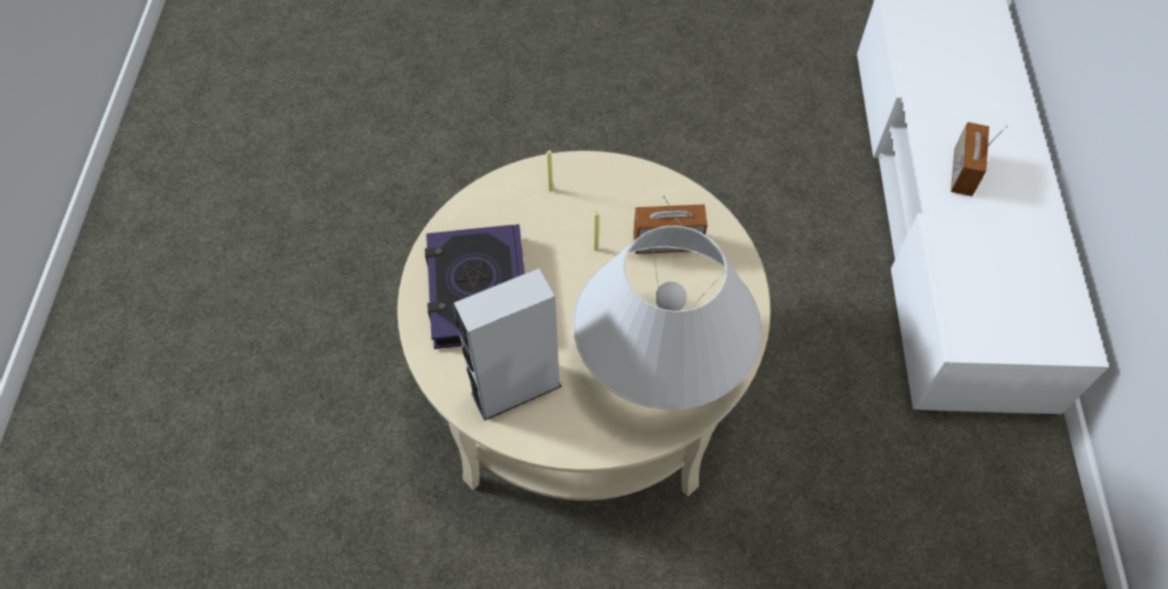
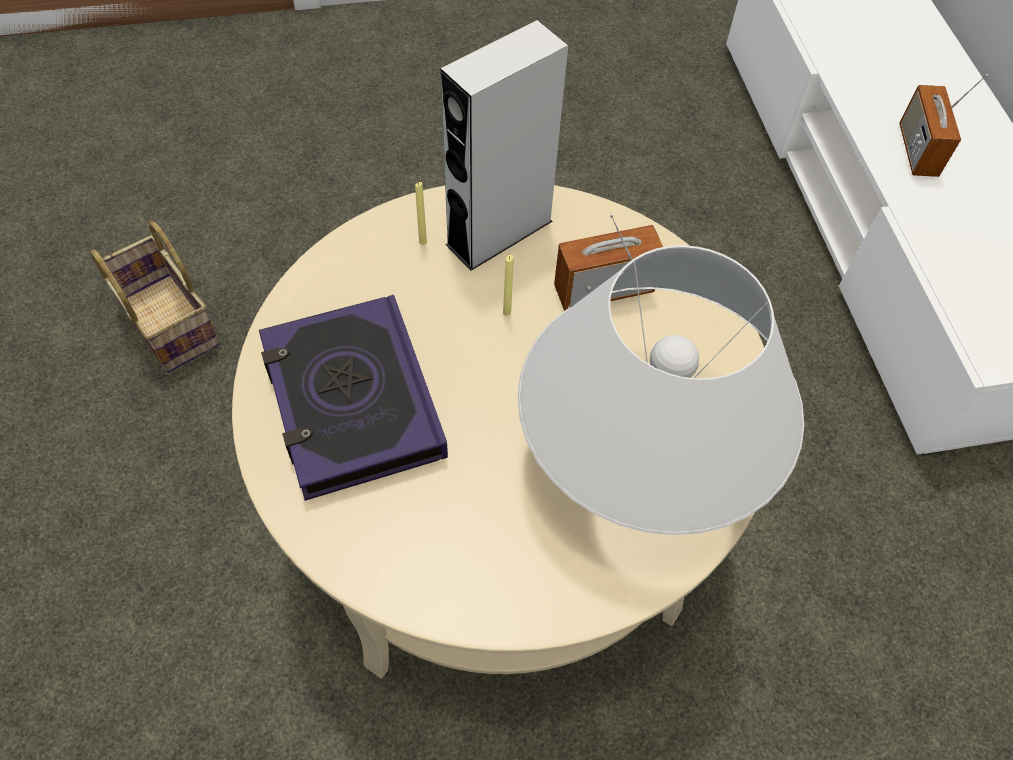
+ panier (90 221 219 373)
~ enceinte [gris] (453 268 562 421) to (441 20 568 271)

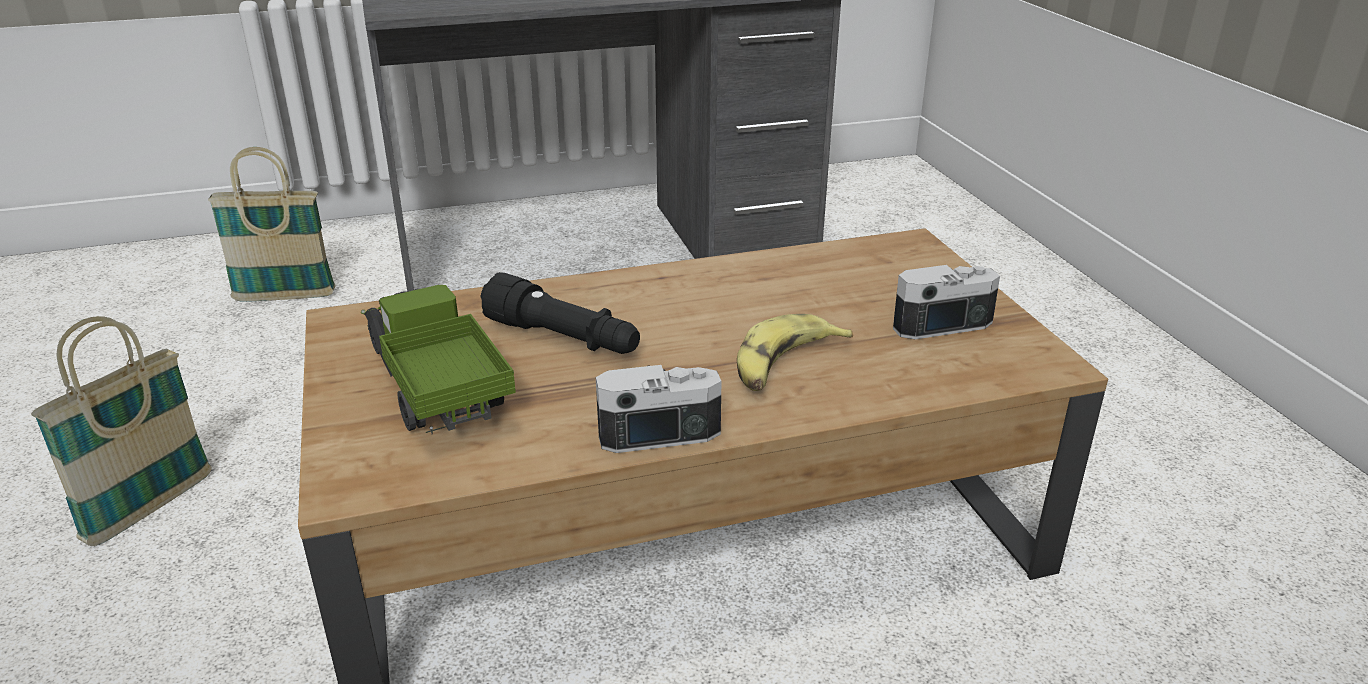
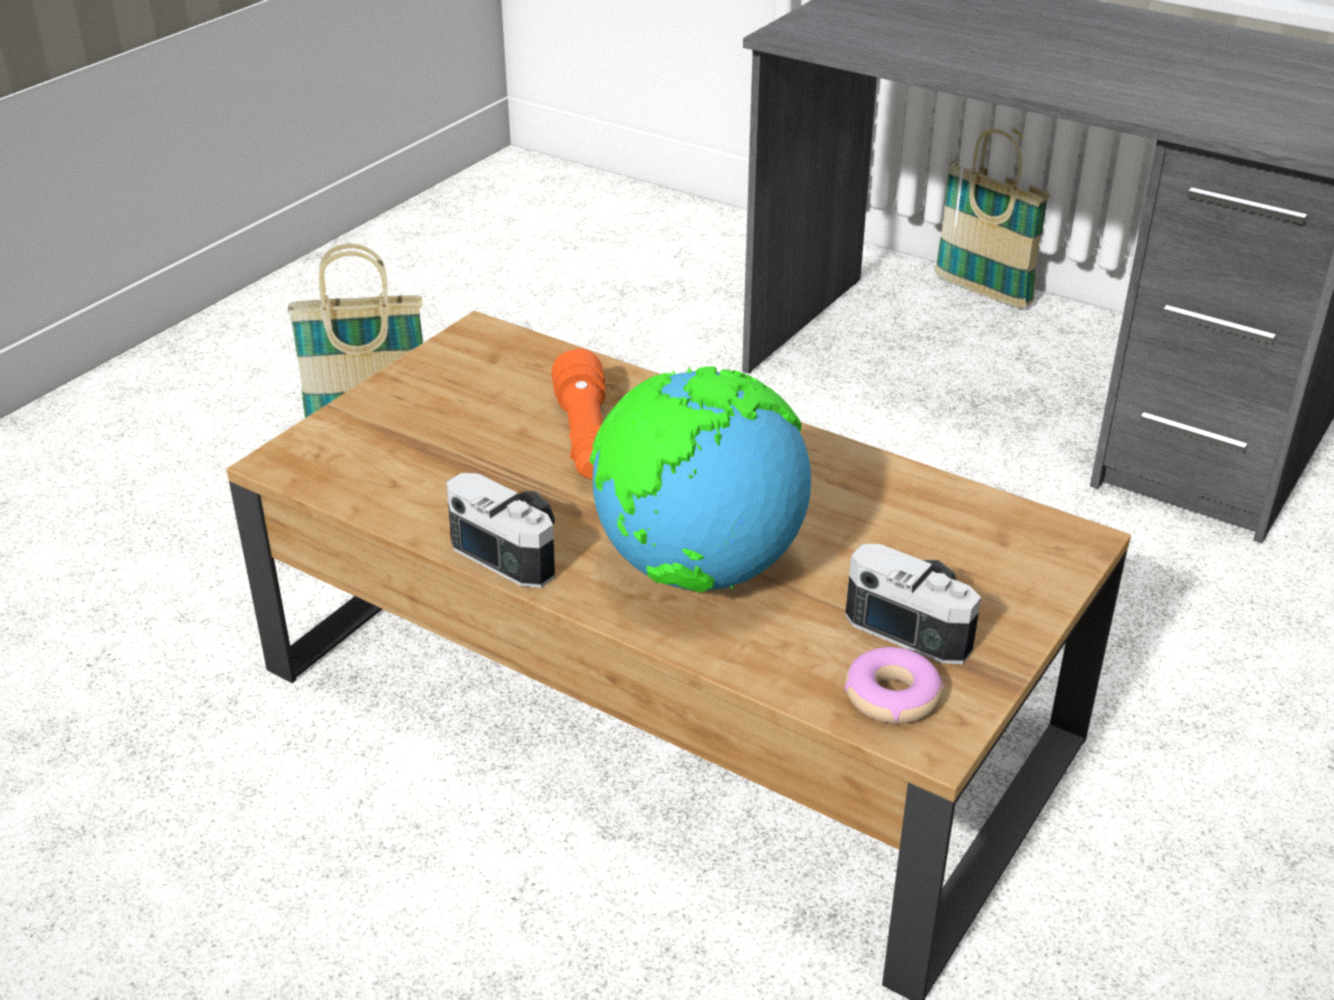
~ lampe de poche [noir] (480 272 640 354) to lampe de poche [orange] (551 348 605 479)
~ banane (737 314 853 391) to globe (590 366 811 593)
+ beignet (845 647 943 724)
~ panier (208 147 336 302) to (934 127 1051 308)
- camion jouet (361 285 516 434)

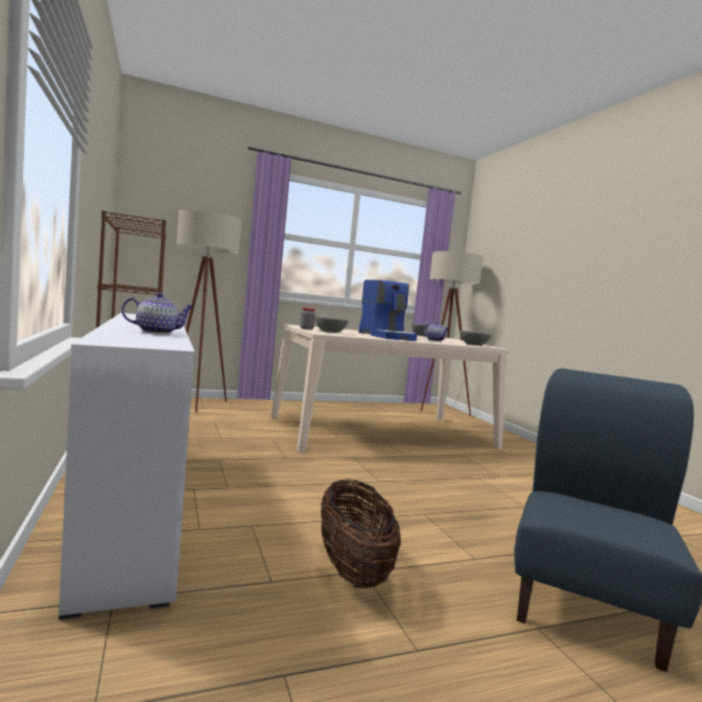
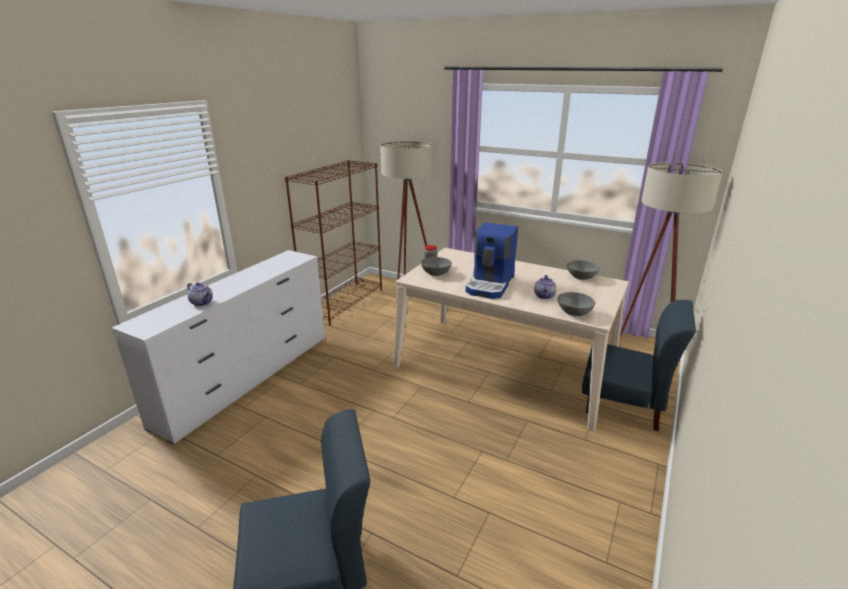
+ chaise [bleu] (582 300 696 431)
- panier (321 479 401 588)

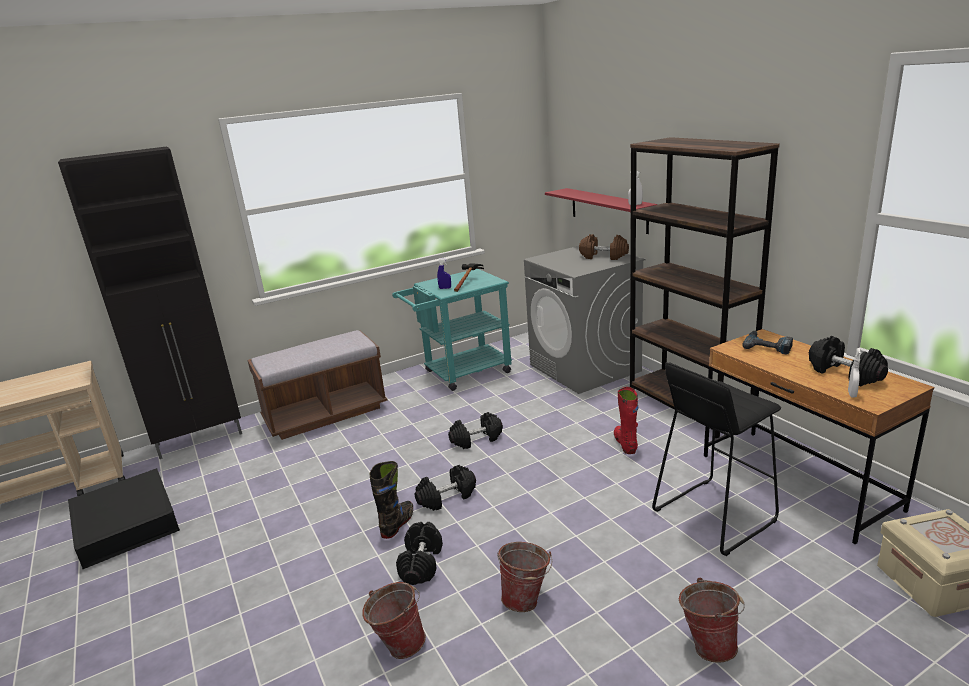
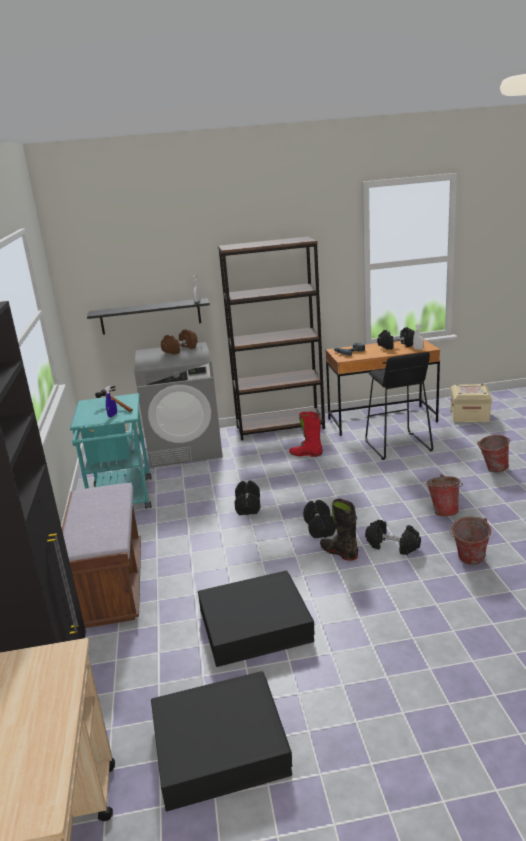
~ étagère [rouge] (545 188 658 234) to étagère [noir] (87 298 210 335)
+ boîte de rangement [noir] (198 571 314 667)

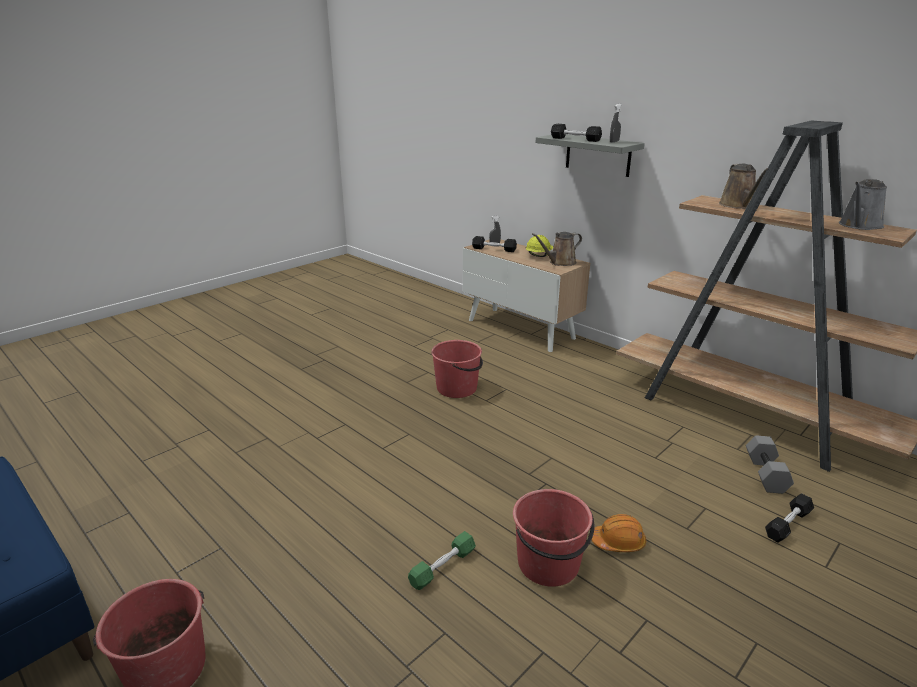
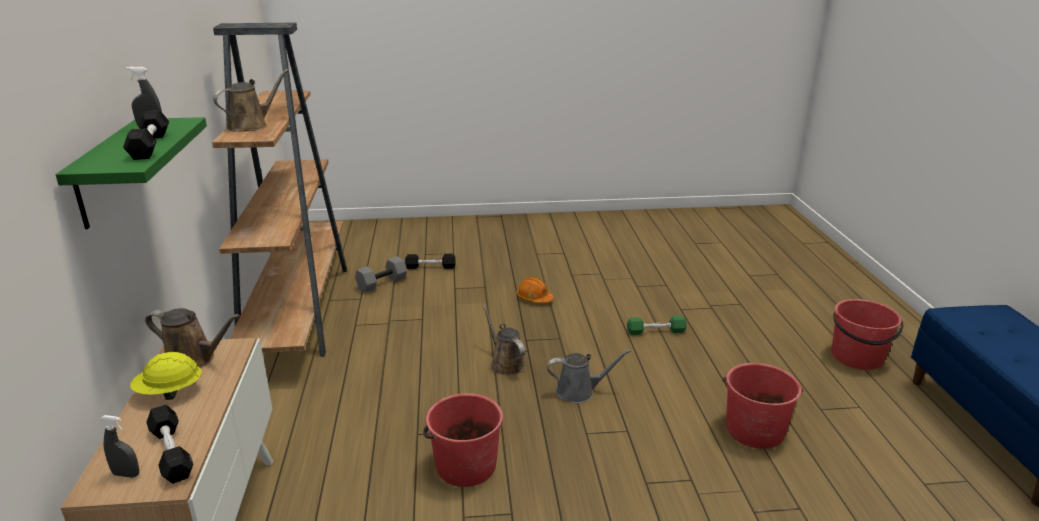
~ étagère [gris] (536 134 645 177) to étagère [vert] (56 117 207 229)
+ arrosoir [marron] (482 305 526 375)
~ arrosoir [gris] (839 179 887 230) to (547 350 631 403)
~ seau [rouge] (513 489 594 587) to (723 363 803 449)

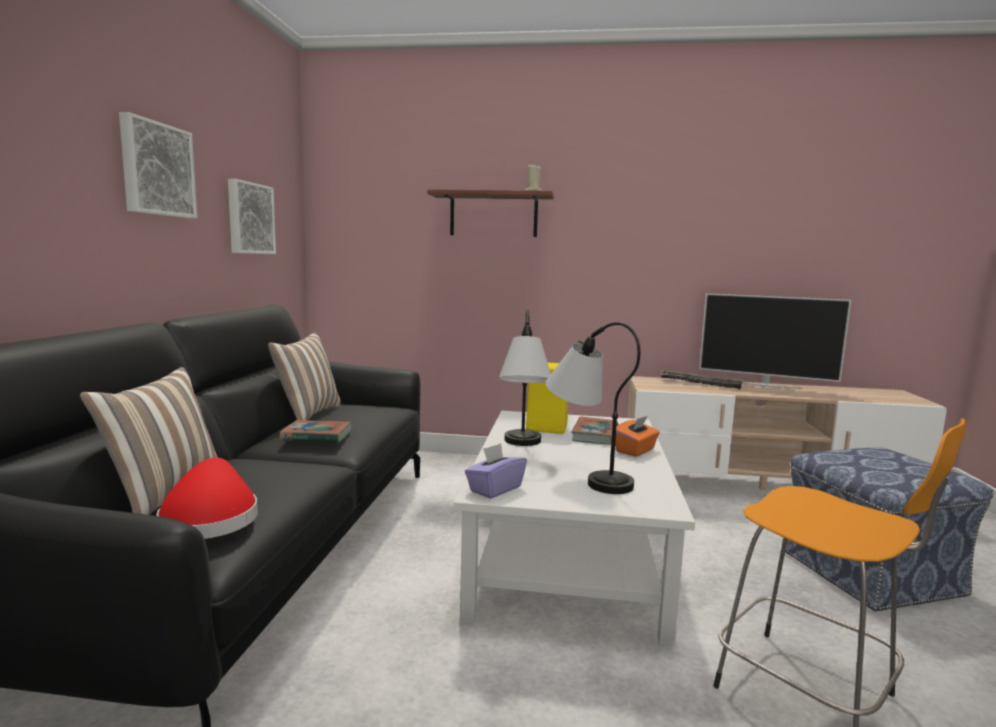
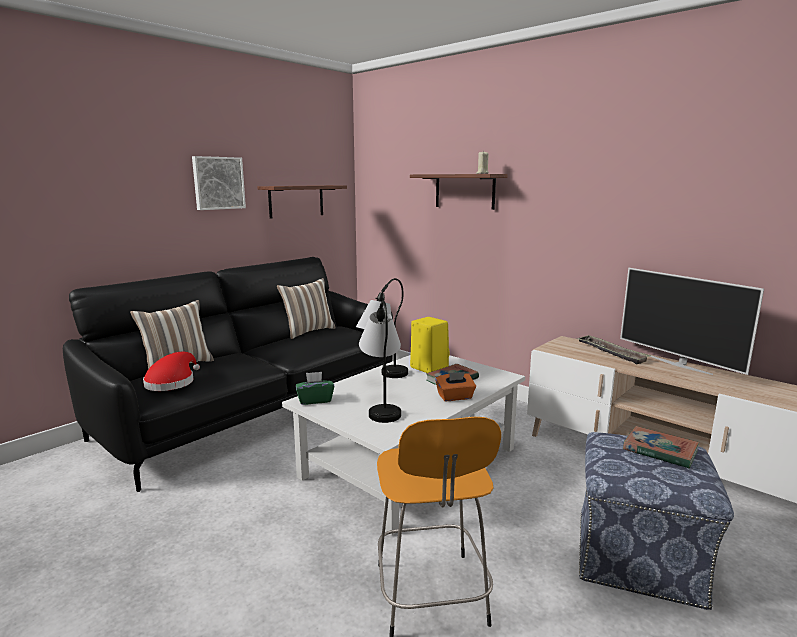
~ tableau (228 179 276 254) to étagère (257 185 347 219)
~ boîte à mouchoirs [violet] (465 443 527 499) to boîte à mouchoirs [vert] (296 372 334 405)
~ livre (280 420 352 443) to (623 426 699 469)

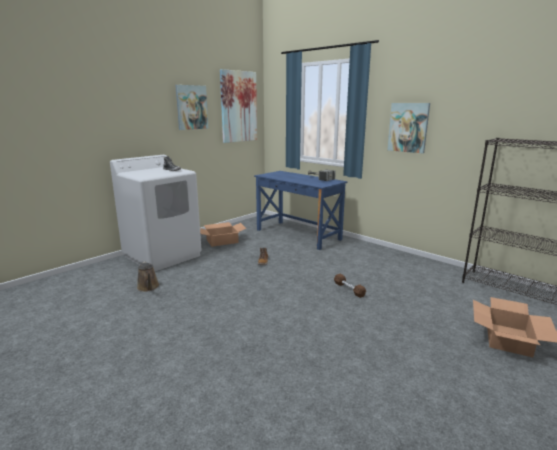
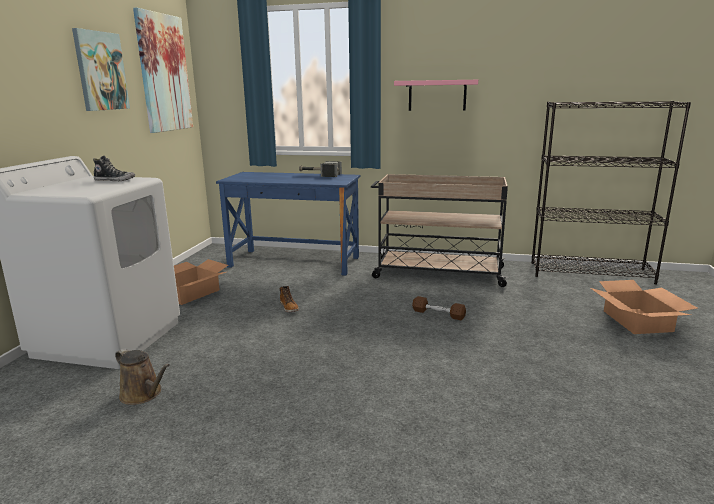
+ chariot [beige] (371 174 508 287)
~ tableau (387 103 430 153) to étagère [rose] (394 80 478 111)

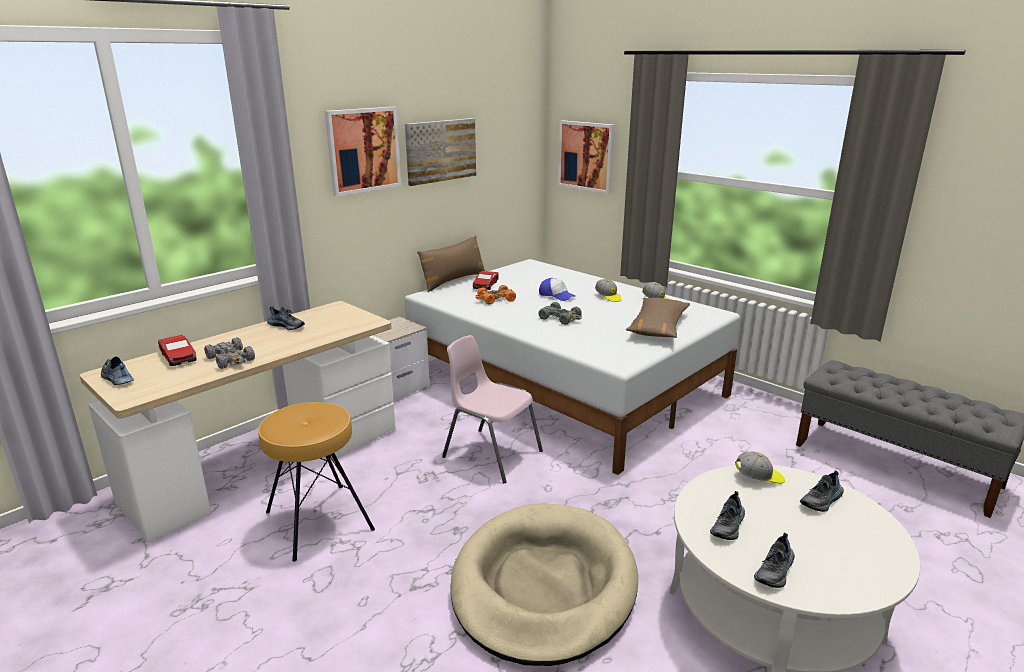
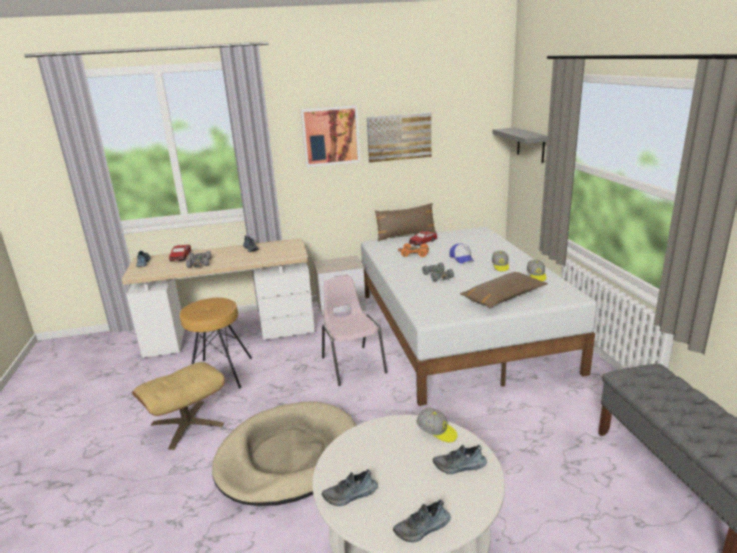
+ pouf [beige] (132 362 225 450)
~ chaussure (710 491 745 540) to (393 499 451 543)
~ tableau (558 120 615 194) to étagère [gris] (492 128 548 163)

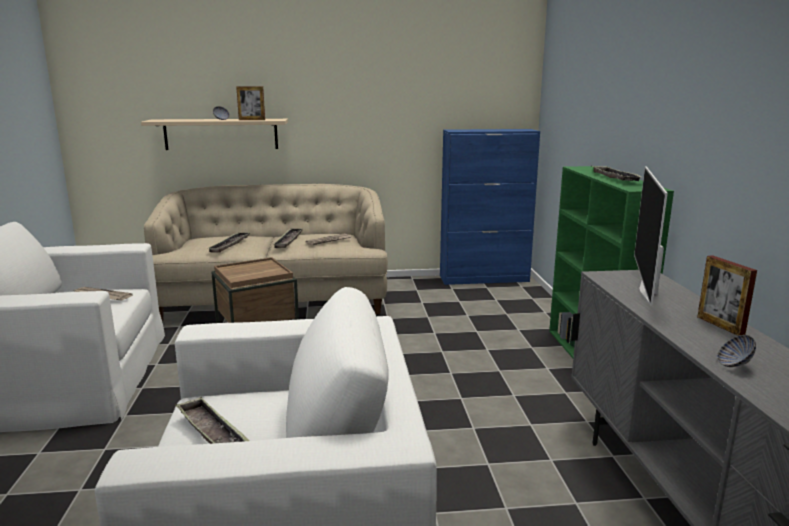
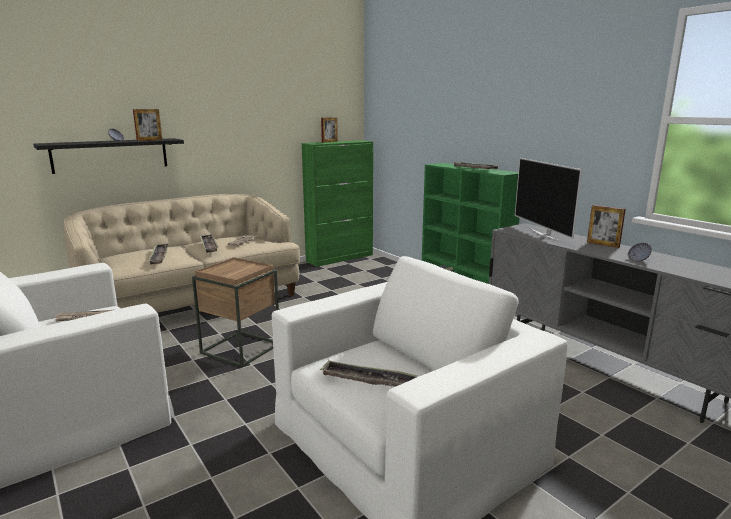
~ étagère [beige] (141 119 288 150) to étagère [noir] (33 138 184 174)
~ meuble de rangement [bleu] (440 129 540 285) to meuble de rangement [vert] (302 140 373 267)
+ cadre photo (321 117 338 143)

